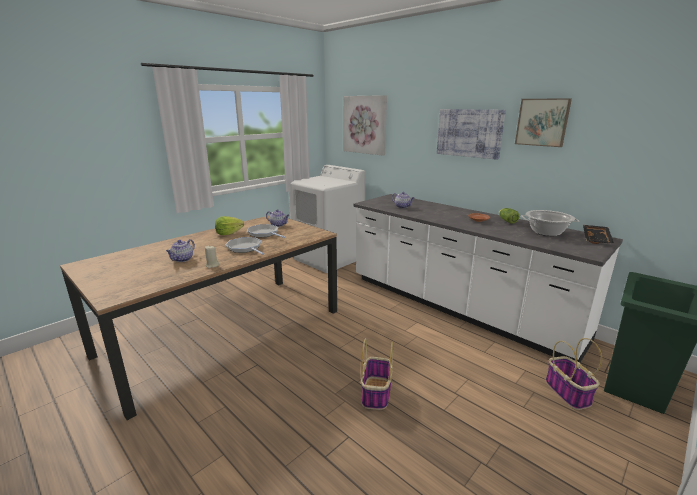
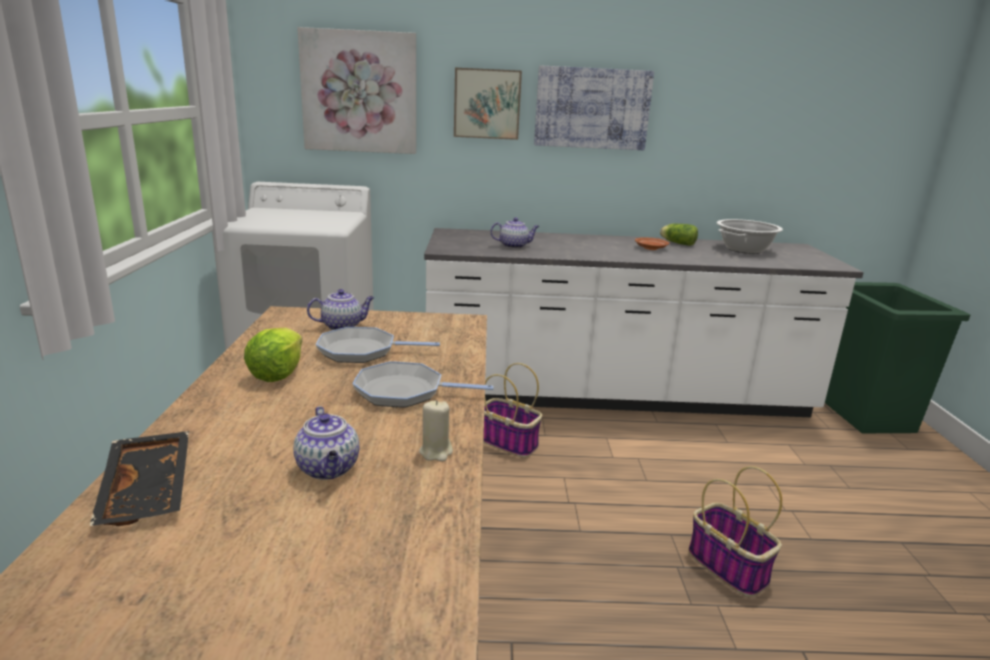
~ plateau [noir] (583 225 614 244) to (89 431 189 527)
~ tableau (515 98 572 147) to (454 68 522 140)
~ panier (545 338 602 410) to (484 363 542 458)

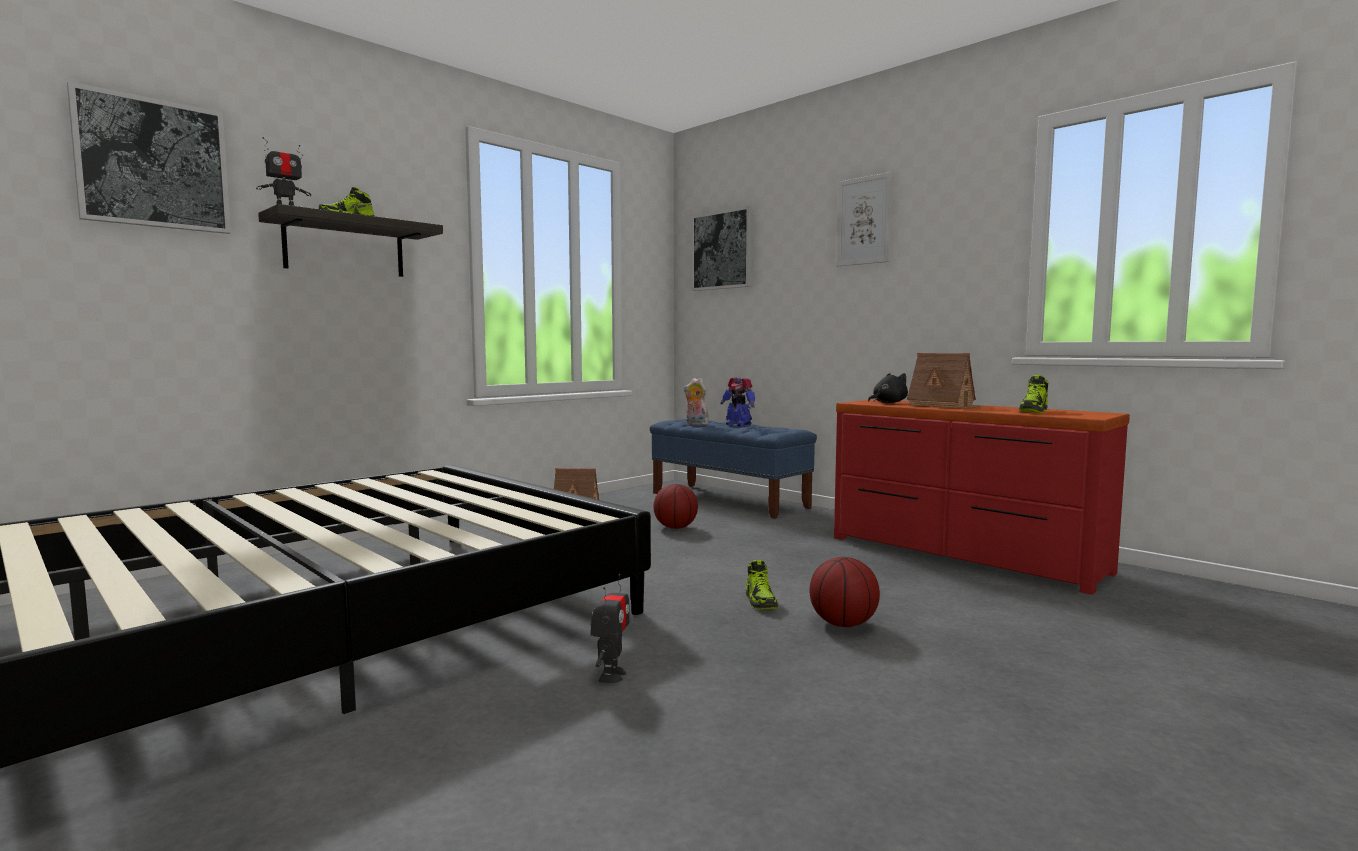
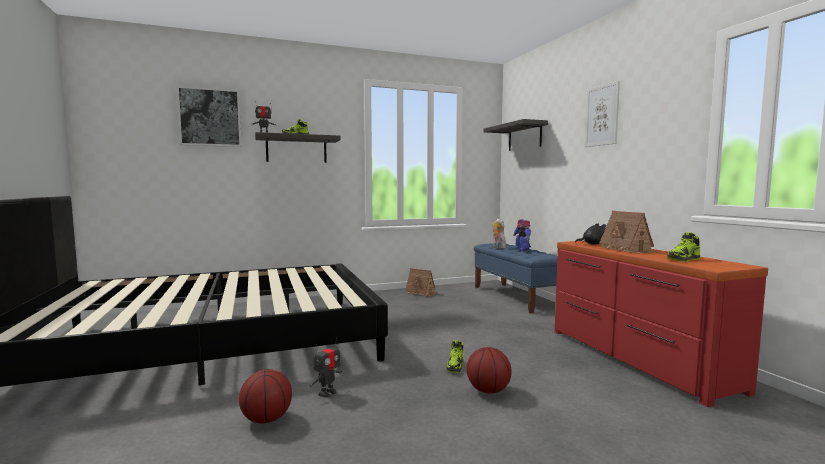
~ ballon de basket (653 484 698 529) to (239 369 292 424)
~ tableau (691 206 753 291) to étagère (484 119 548 151)

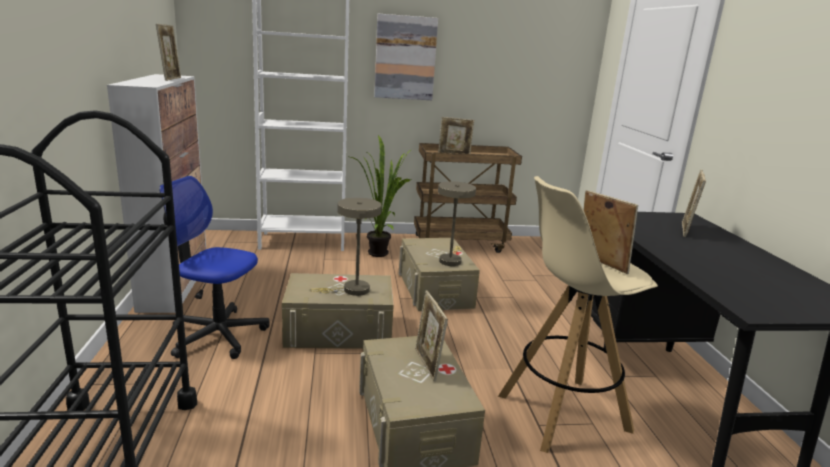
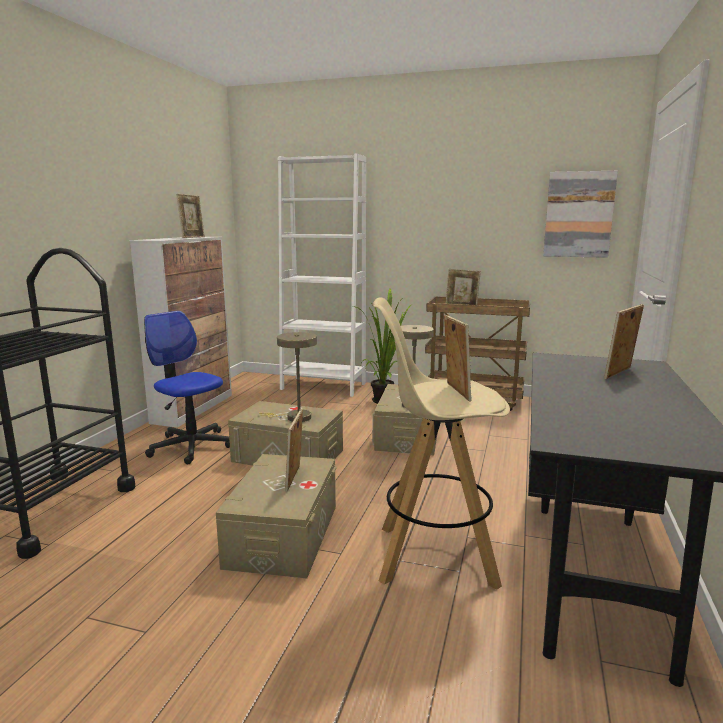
~ tableau (374 14 438 100) to (543 171 618 258)

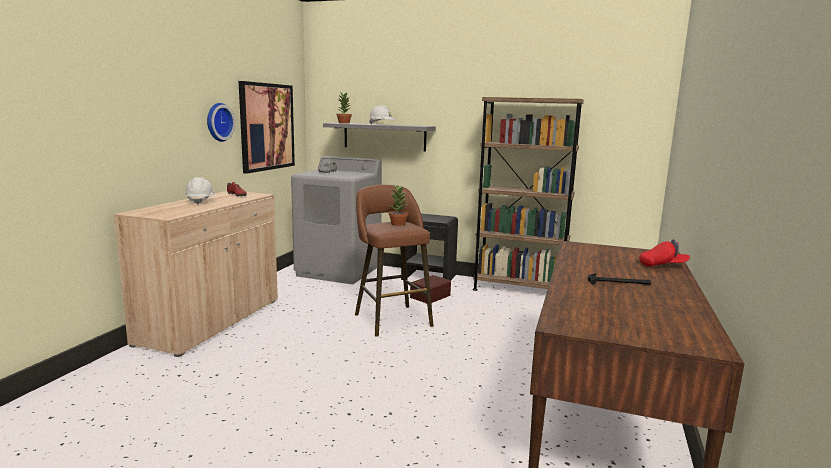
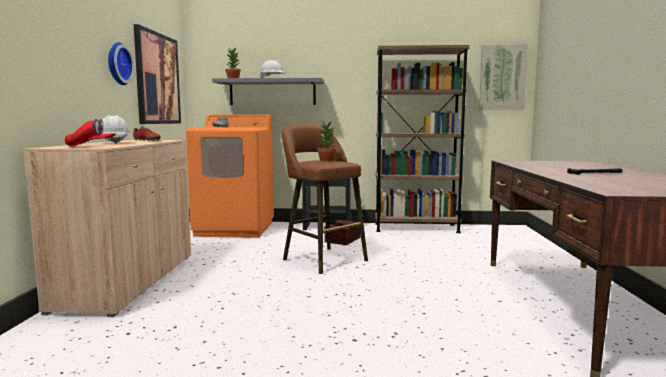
~ casquette [rouge] (639 239 690 266) to (65 119 116 147)
~ lave-linge [gris] (291 156 382 284) to lave-linge [orange] (186 115 274 238)
+ tableau (479 44 528 110)

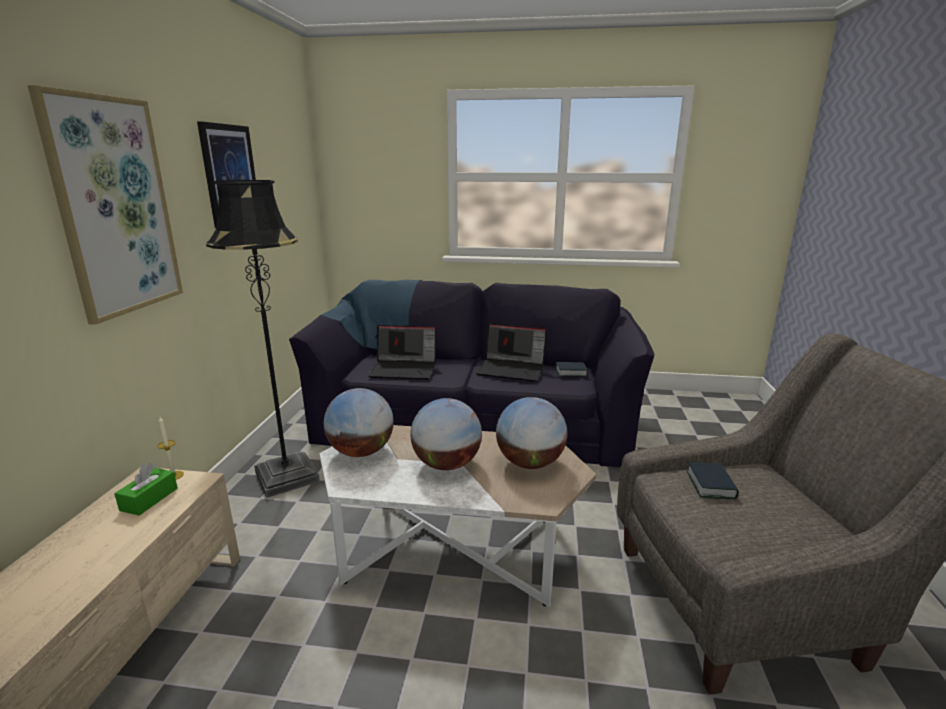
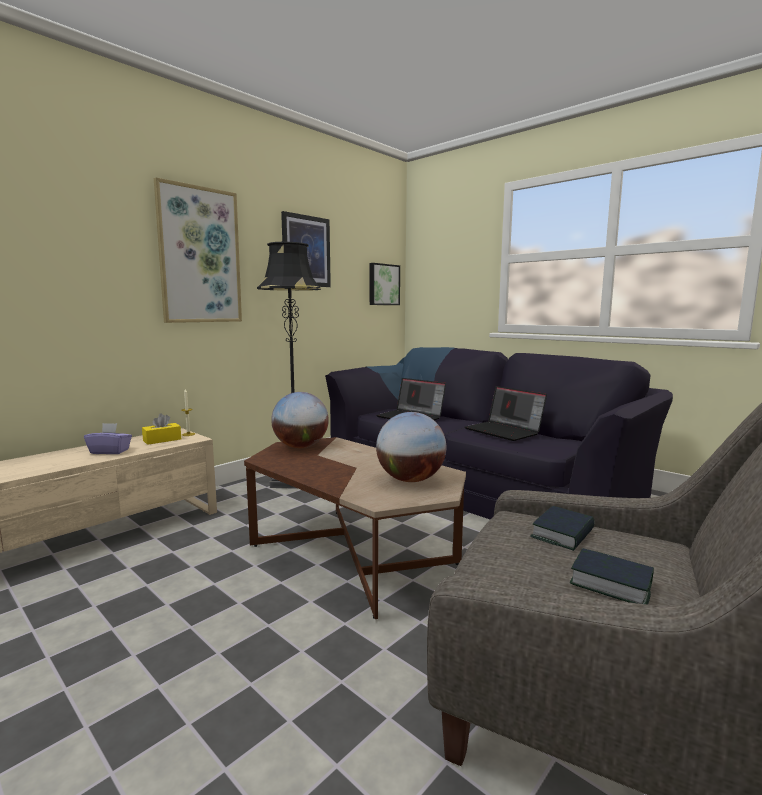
+ boîte à mouchoirs [violet] (84 423 132 454)
~ boîte à mouchoirs [vert] (114 463 178 516) to boîte à mouchoirs [jaune] (142 413 181 445)
~ table basse [blanc] (319 425 596 607) to table basse [marron] (244 437 466 619)
+ tableau (370 263 400 305)
~ livre (555 362 587 377) to (570 548 654 604)
- globe (410 398 482 470)

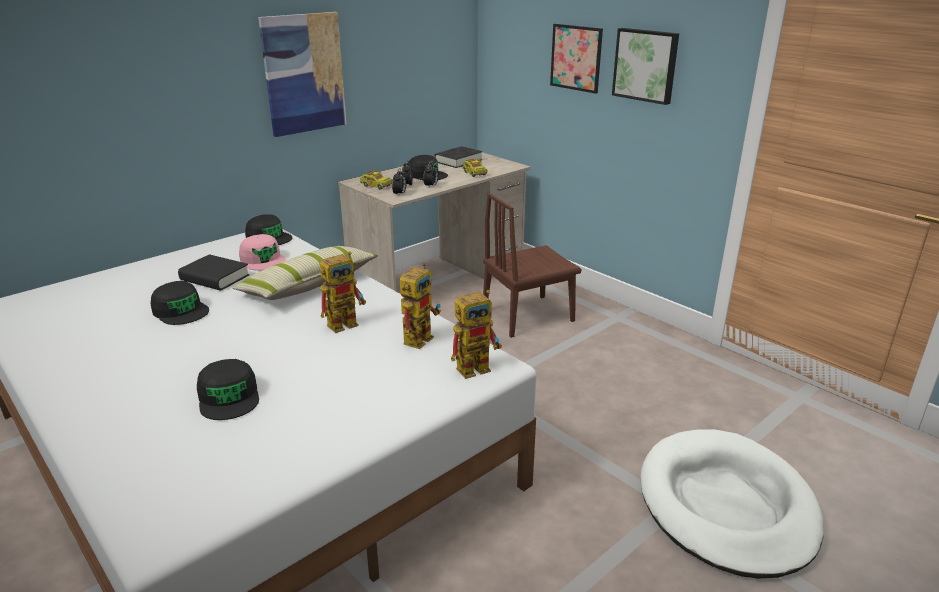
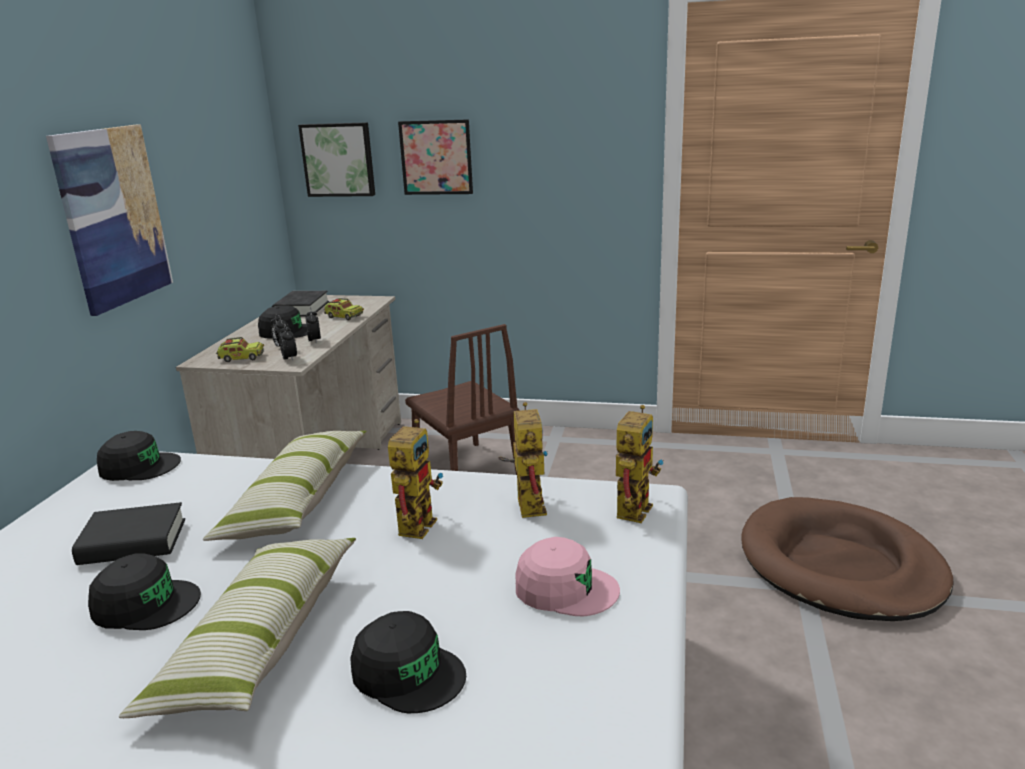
+ coussin (119 538 356 718)
~ tableau (612 28 679 105) to (298 122 375 197)
~ chaise [marron] (483 193 581 338) = (405 324 519 475) 60 degrees counterclockwise
~ casquette [rose] (239 234 286 271) to (516 537 620 616)
~ panier pour chien [blanc] (640 429 824 579) to panier pour chien [marron] (741 497 954 621)

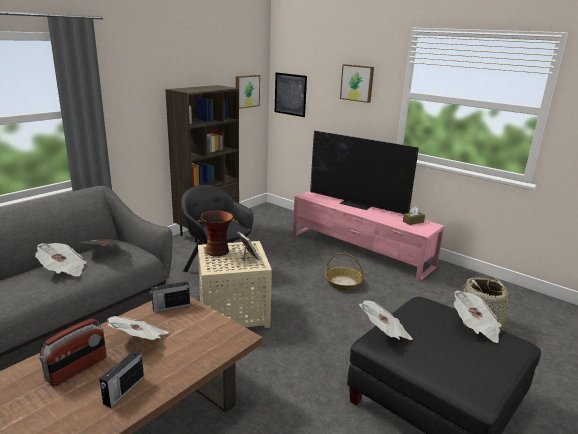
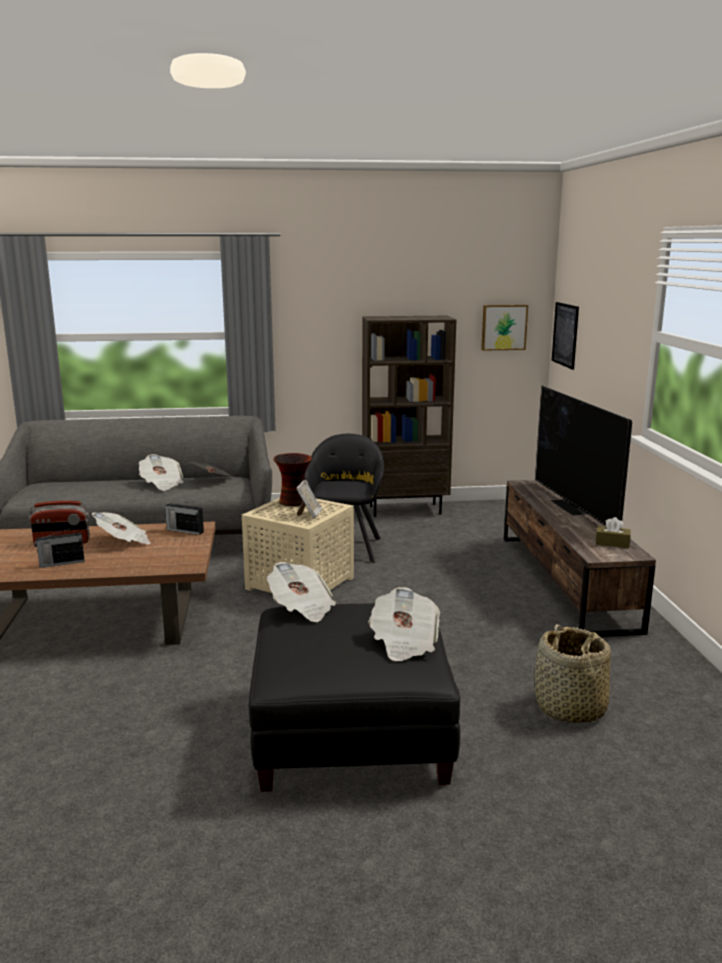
~ meuble télé [rose] (293 191 444 281) to meuble télé [marron] (504 480 656 637)
- panier (325 253 364 290)
- tableau (340 64 374 103)

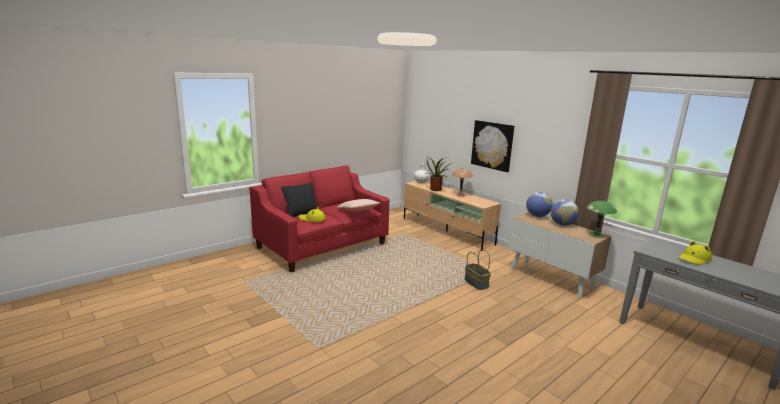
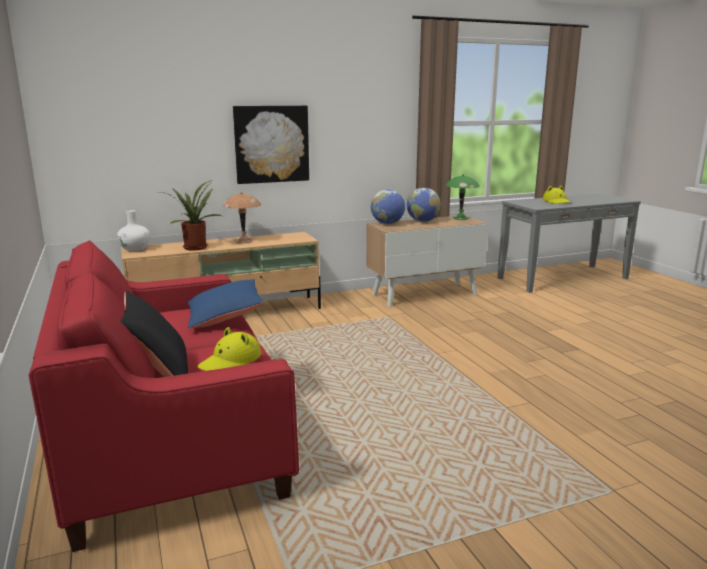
~ coussin [beige] (336 199 380 212) to coussin [bleu] (188 279 263 329)
- panier (465 249 491 290)

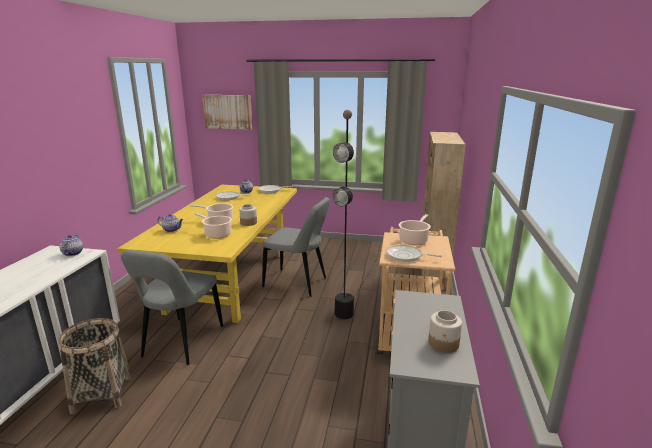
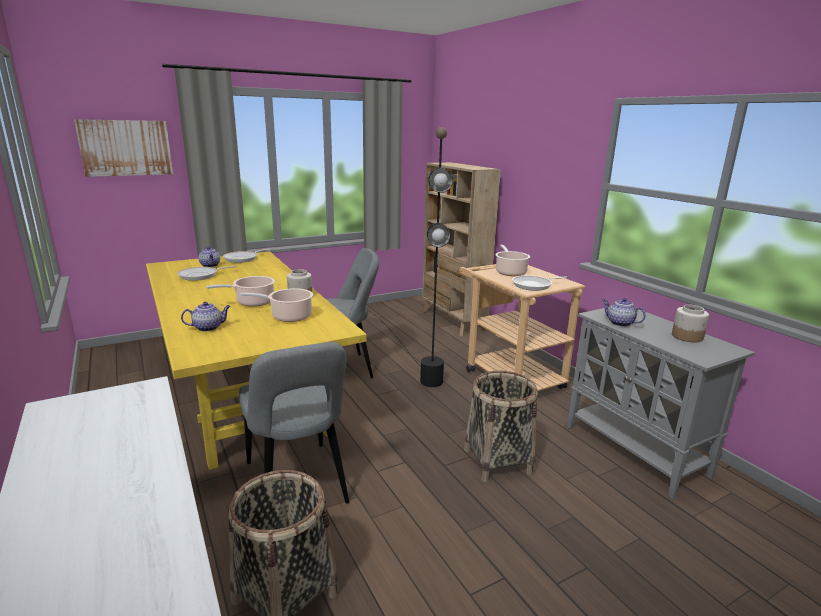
+ panier (464 371 538 482)
~ théière (60 234 83 256) to (602 298 646 327)

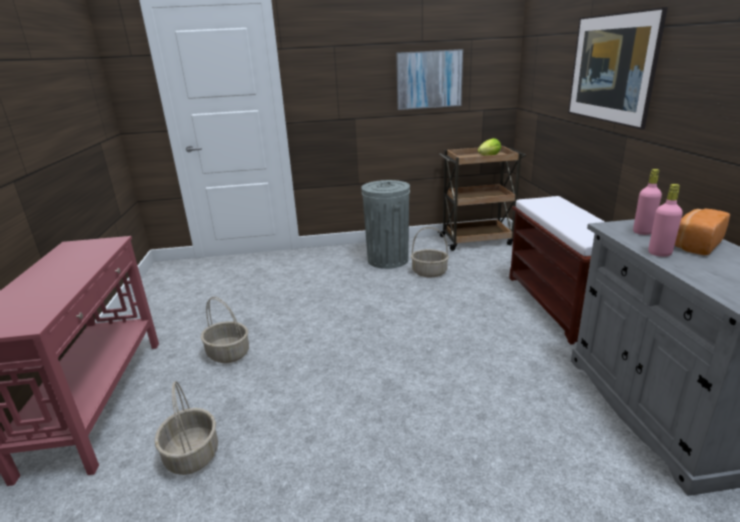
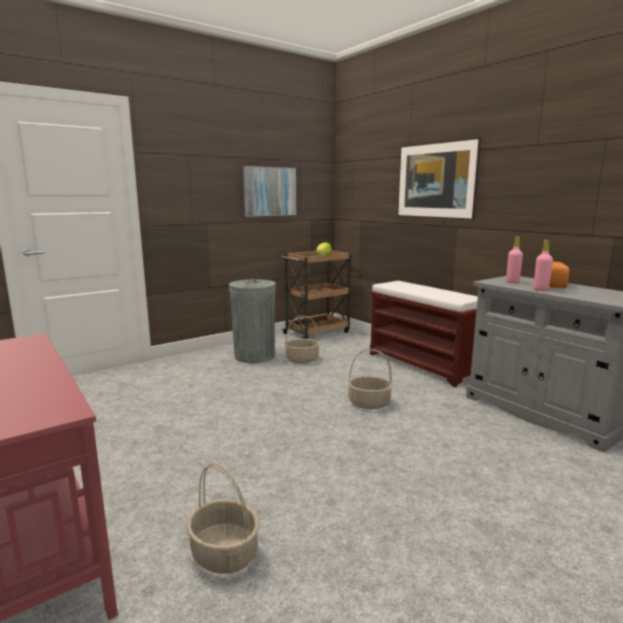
~ panier (201 297 249 363) to (348 349 393 409)

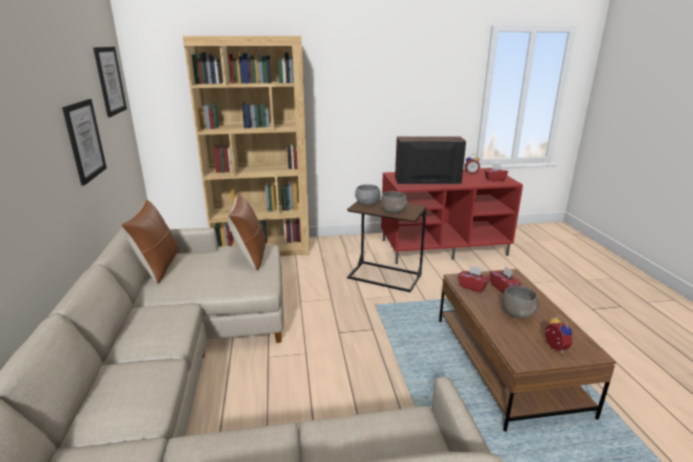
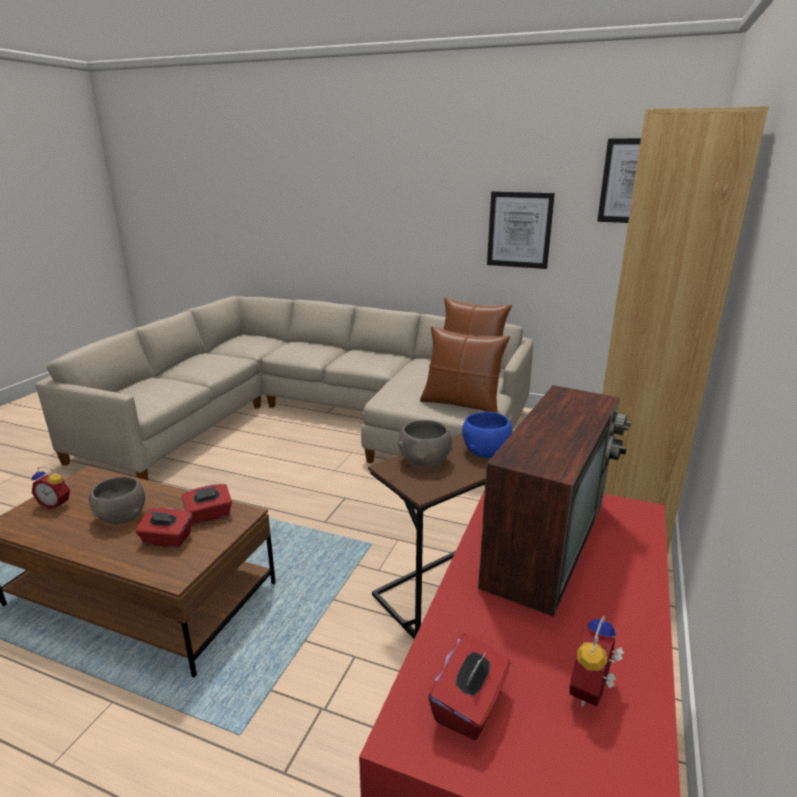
~ bol [gris] (355 184 381 205) to bol [bleu] (462 412 512 458)

